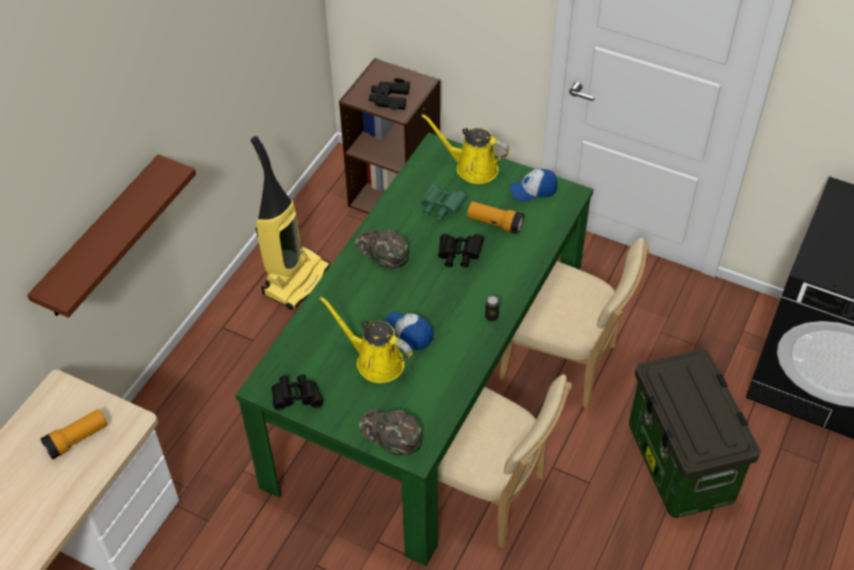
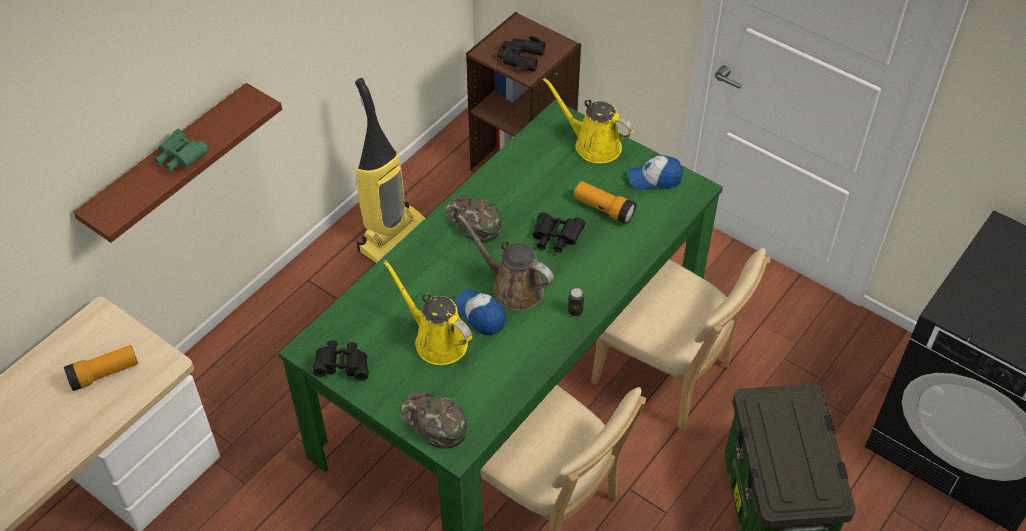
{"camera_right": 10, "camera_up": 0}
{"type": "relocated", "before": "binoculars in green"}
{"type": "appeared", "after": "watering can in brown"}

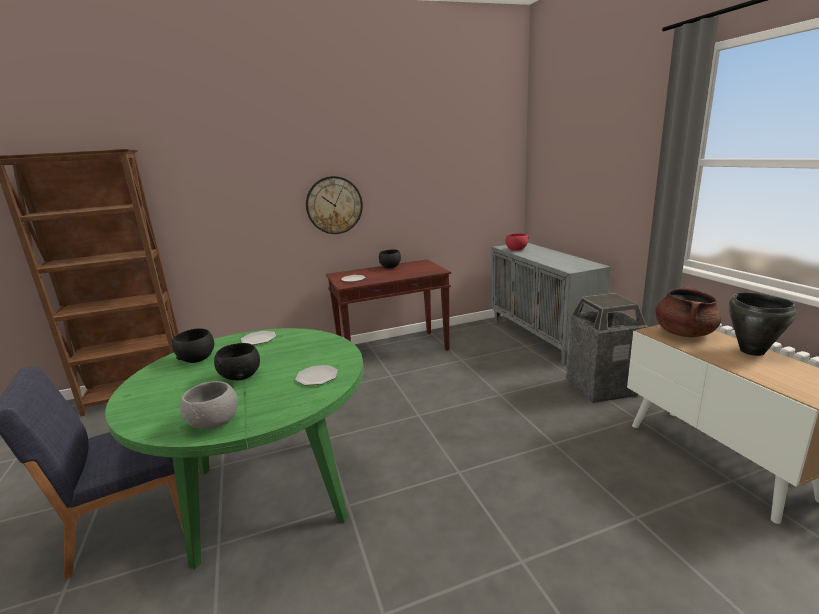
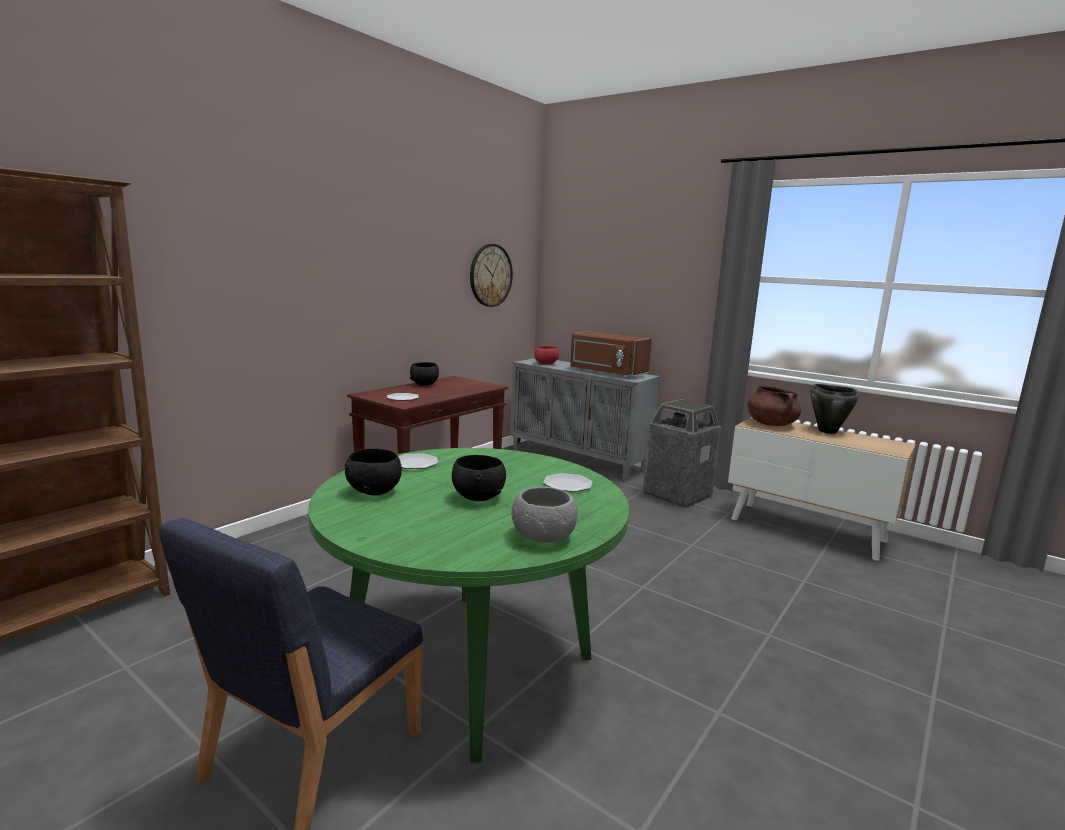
{"camera_right": -35, "camera_up": -5}
{"type": "relocated", "before": "wall clock"}
{"type": "appeared", "after": "microwave in brown"}

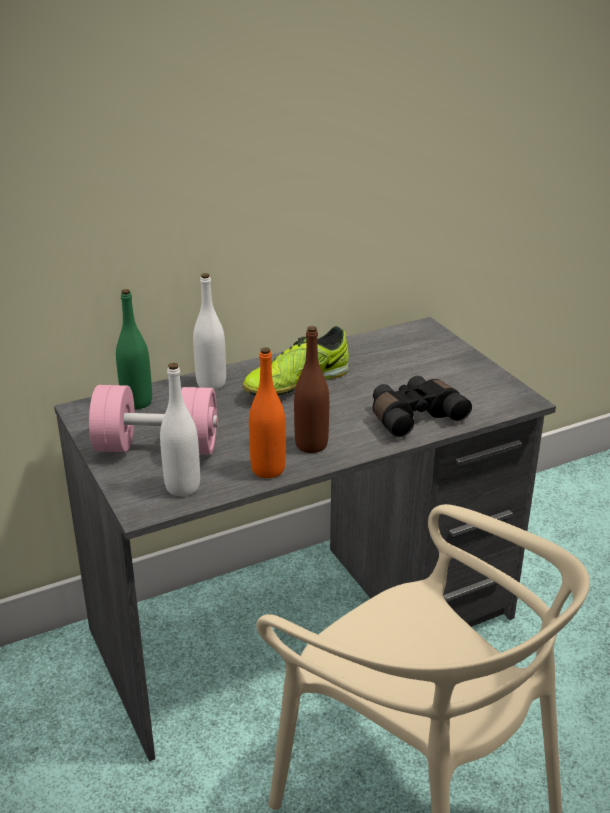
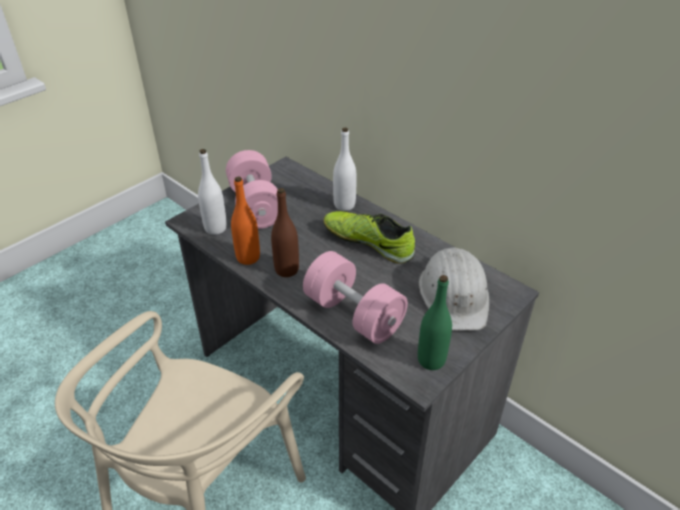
{"camera_right": 70, "camera_up": 10}
{"type": "relocated", "before": "bottle in green"}
{"type": "exchanged", "before": "binoculars in black", "after": "dumbbell in pink (no. 2 from left)"}
{"type": "appeared", "after": "hard hat in white"}

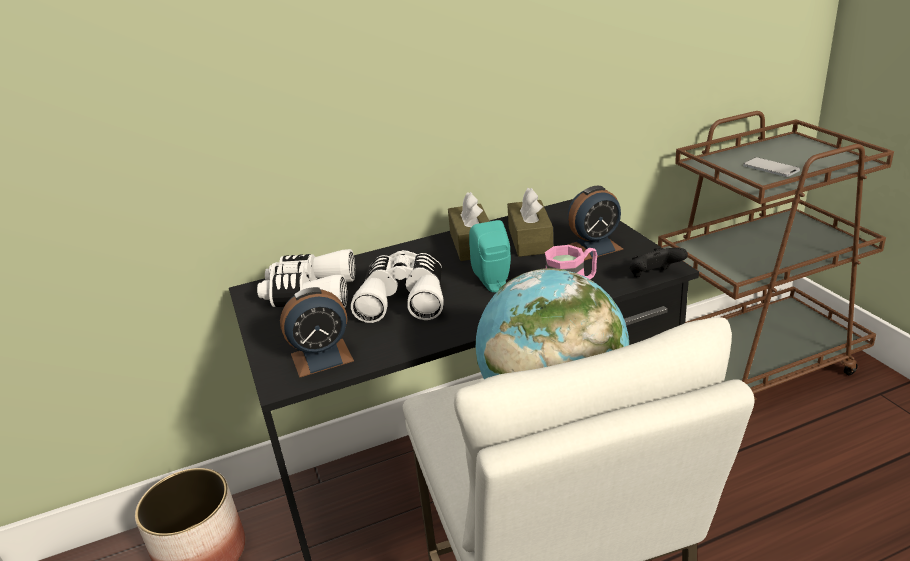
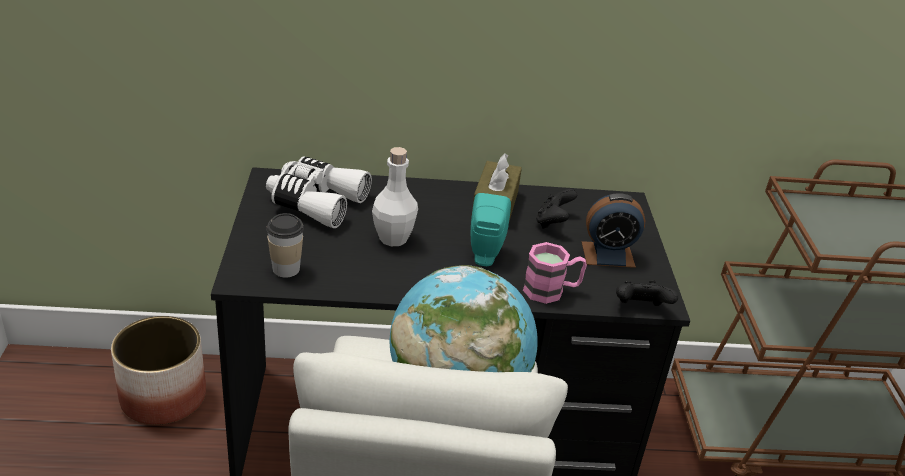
{"camera_right": 15, "camera_up": 5}
{"type": "exchanged", "before": "alarm clock (no. 1 from left)", "after": "cup"}
{"type": "exchanged", "before": "binoculars in white (no. 2 from left)", "after": "bottle in white"}
{"type": "exchanged", "before": "tissue box in brown (no. 2 from left)", "after": "game controller in black (no. 1 from left)"}
{"type": "missing", "before": "phone"}

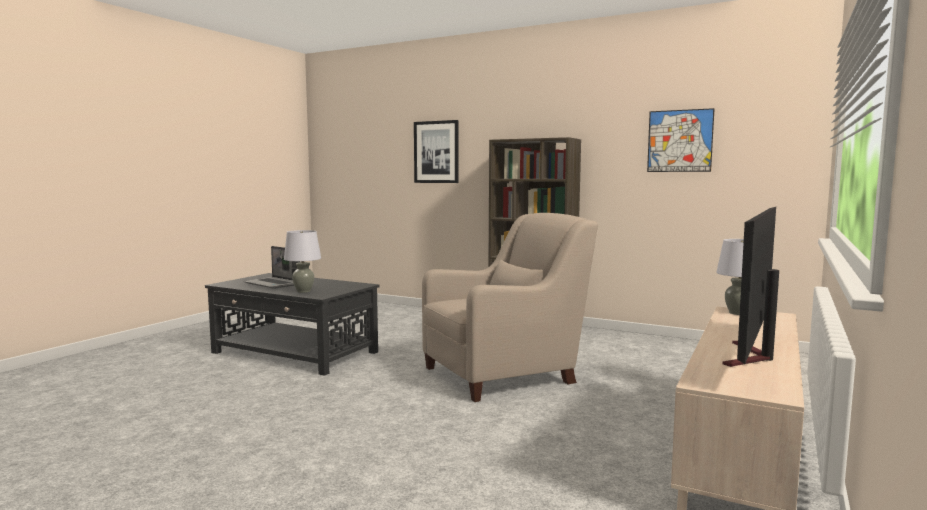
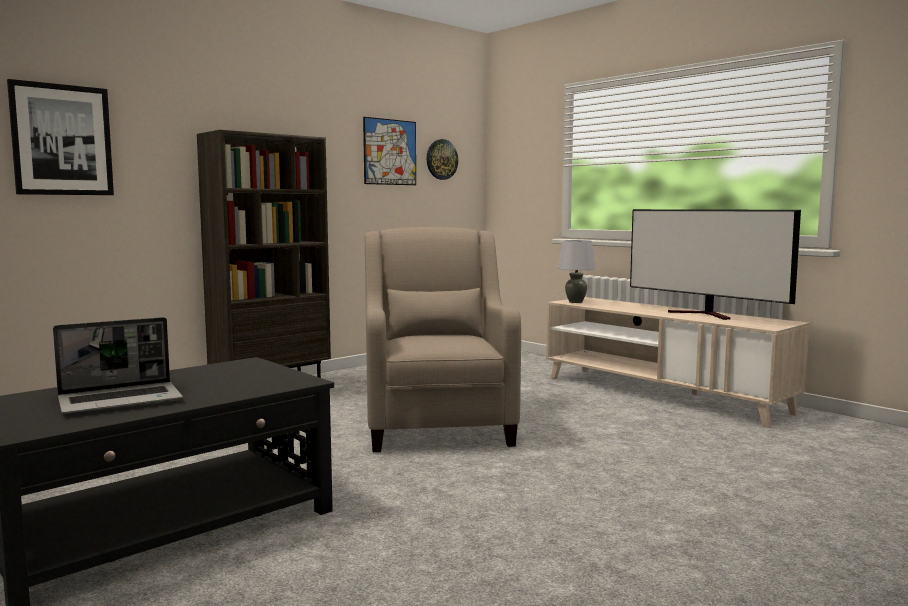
{"camera_right": -70, "camera_up": 0}
{"type": "missing", "before": "table lamp in grey (no. 1 from left)"}
{"type": "appeared", "after": "wall clock"}

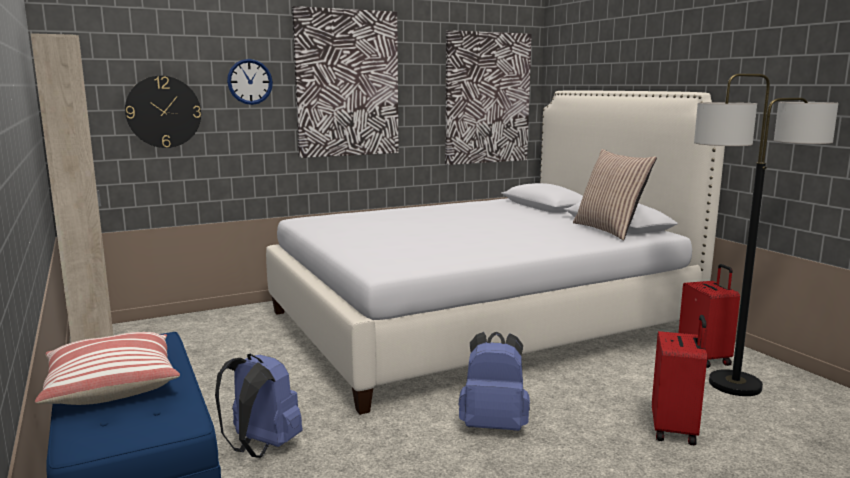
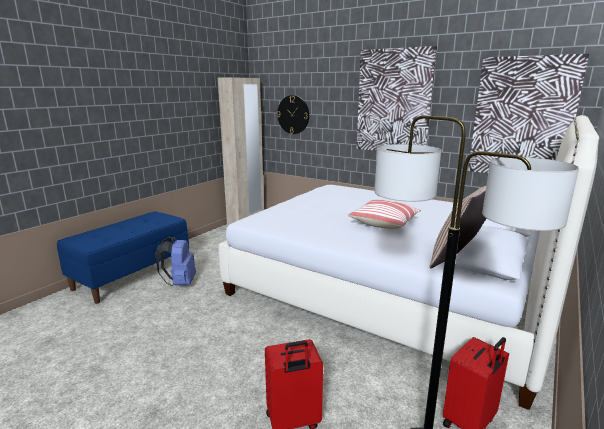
{"camera_right": 60, "camera_up": 5}
{"type": "relocated", "before": "pillow (no. 1 from left)"}
{"type": "missing", "before": "wall clock (no. 2 from left)"}
{"type": "missing", "before": "backpack in blue (no. 2 from left)"}

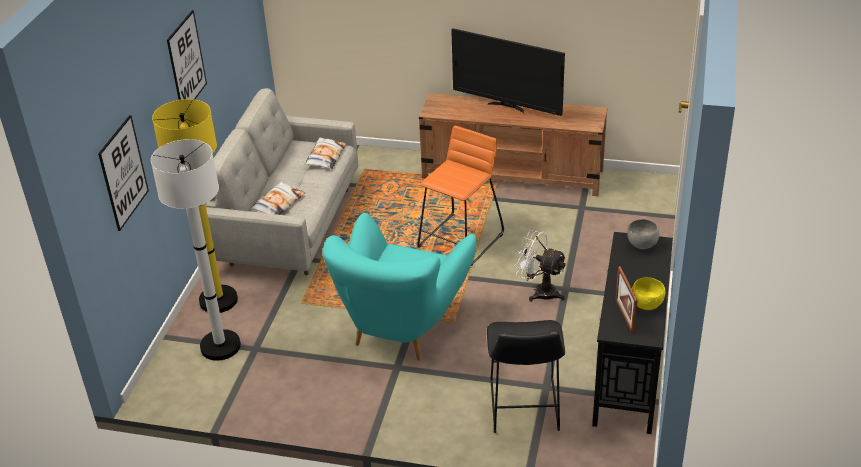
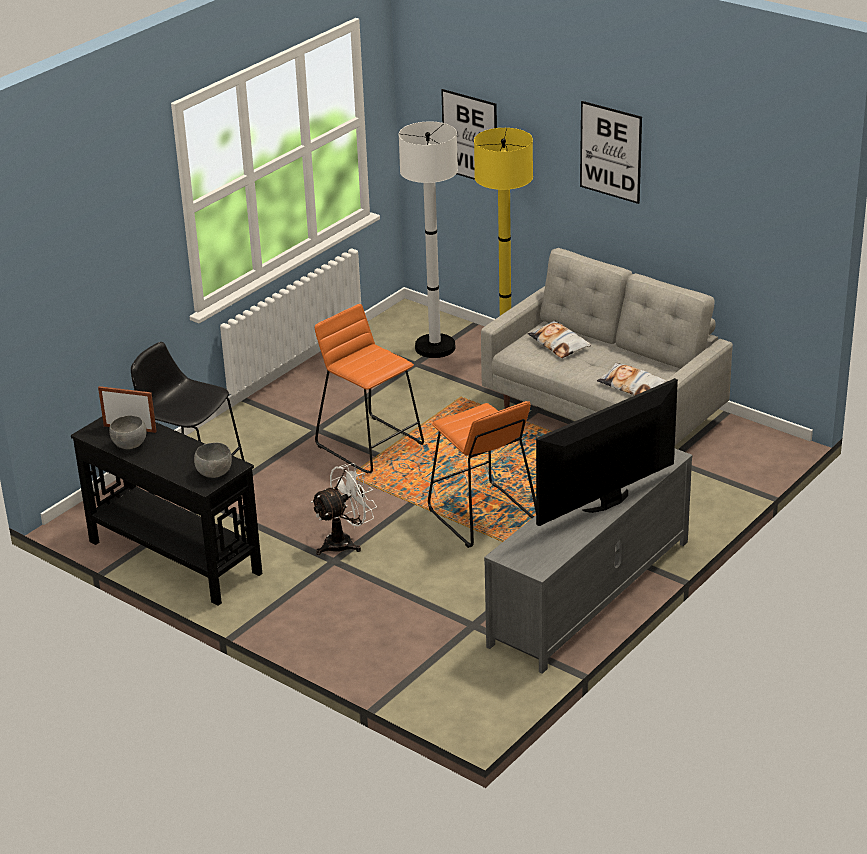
{"camera_right": 115, "camera_up": -5}
{"type": "exchanged", "before": "armchair in turquoise", "after": "stool in orange (no. 1 from left)"}
{"type": "colour", "before": "tv stand in brown", "after": "tv stand in grey"}
{"type": "colour", "before": "bowl in yellow", "after": "bowl in grey (no. 1 from left)"}

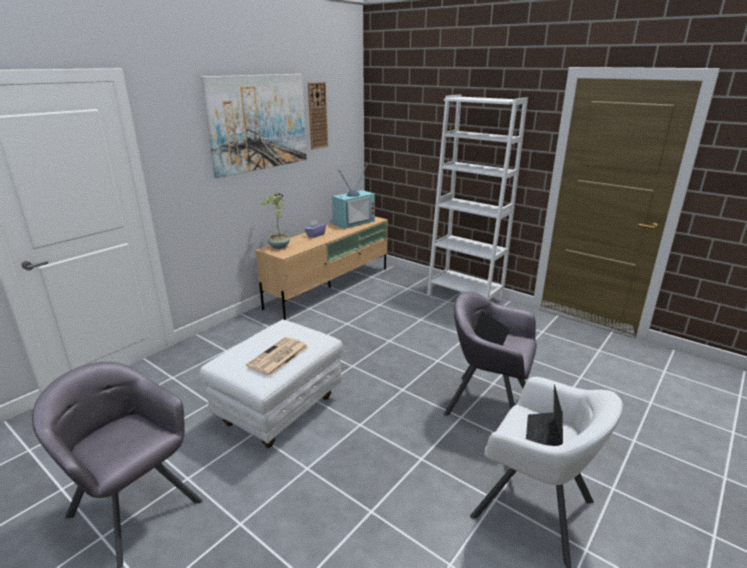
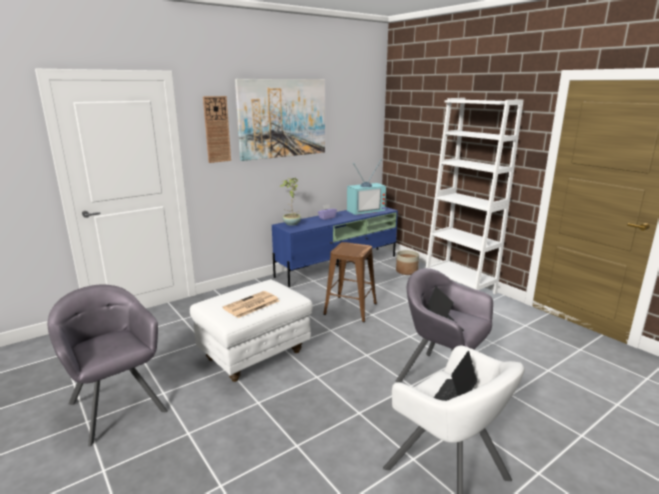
{"camera_right": 15, "camera_up": -5}
{"type": "colour", "before": "tv stand in beige", "after": "tv stand in blue"}
{"type": "relocated", "before": "wall clock"}
{"type": "appeared", "after": "stool in brown"}
{"type": "appeared", "after": "planter"}

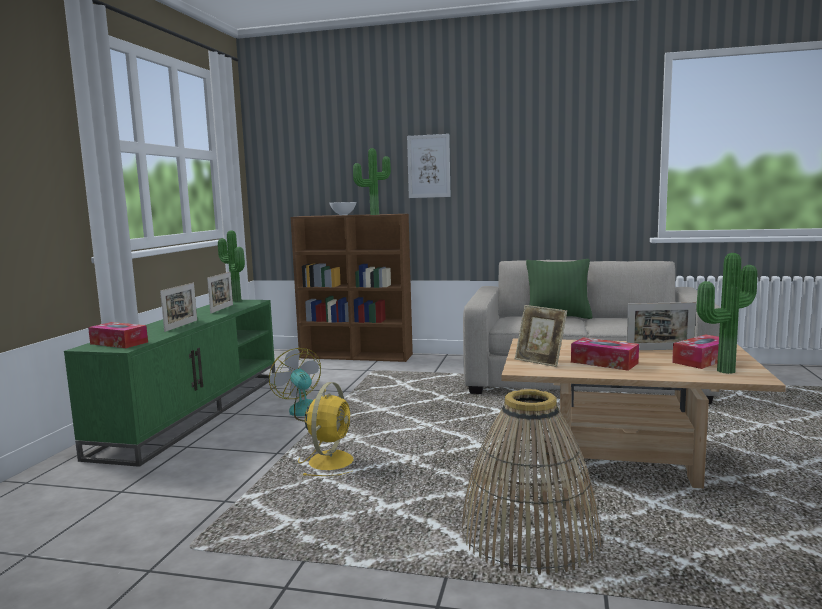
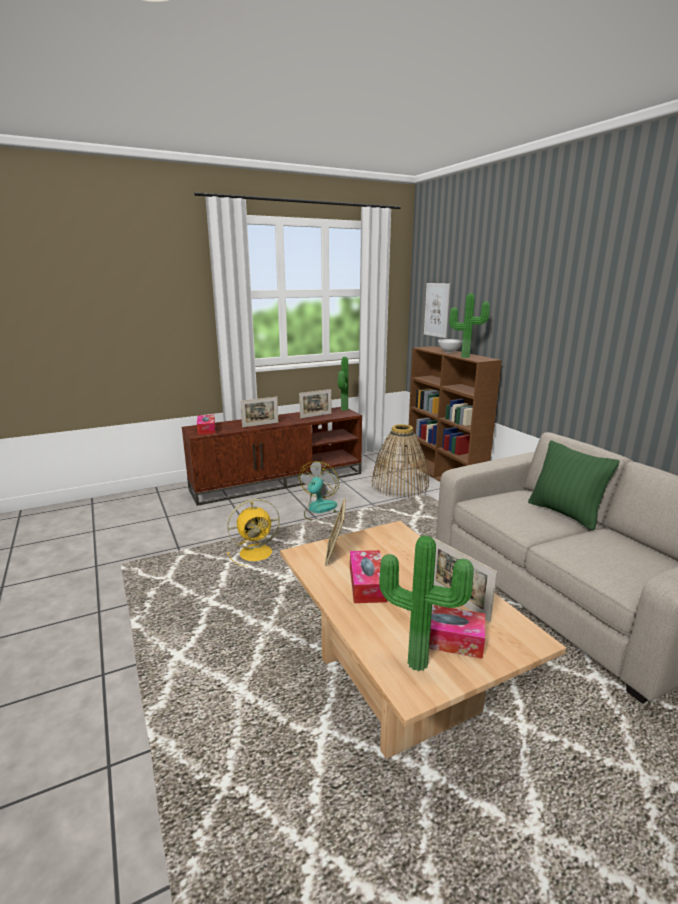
{"camera_right": 50, "camera_up": 10}
{"type": "colour", "before": "tv stand in green", "after": "tv stand in brown"}
{"type": "relocated", "before": "picture"}
{"type": "relocated", "before": "basket"}

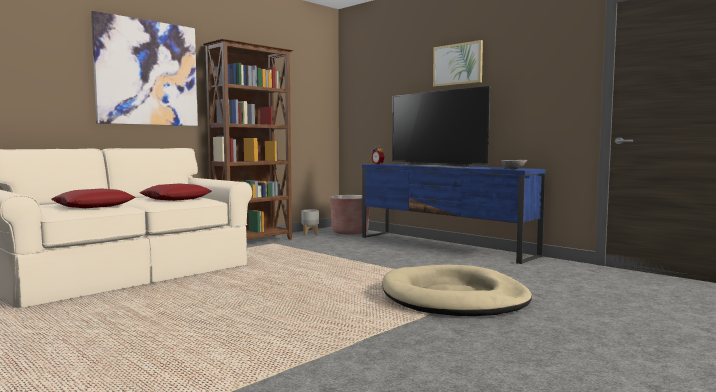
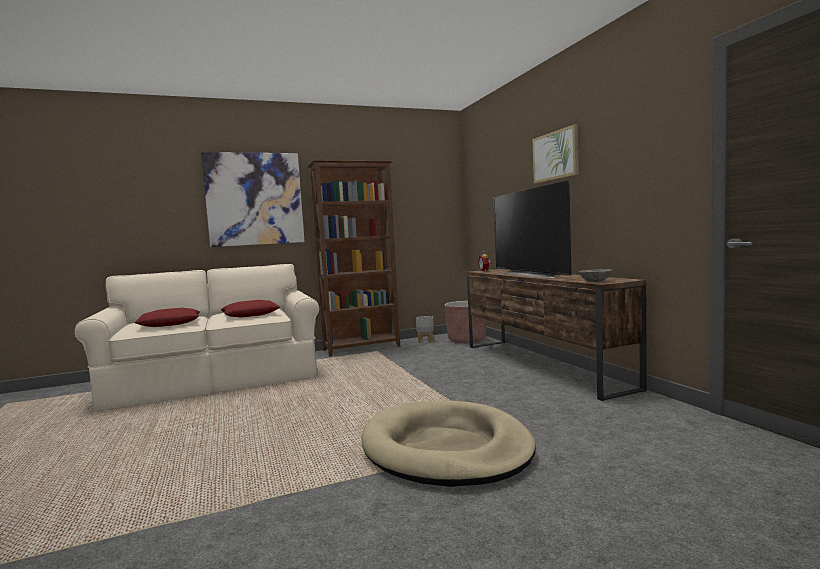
{"camera_right": 25, "camera_up": 0}
{"type": "colour", "before": "tv stand in blue", "after": "tv stand in brown"}

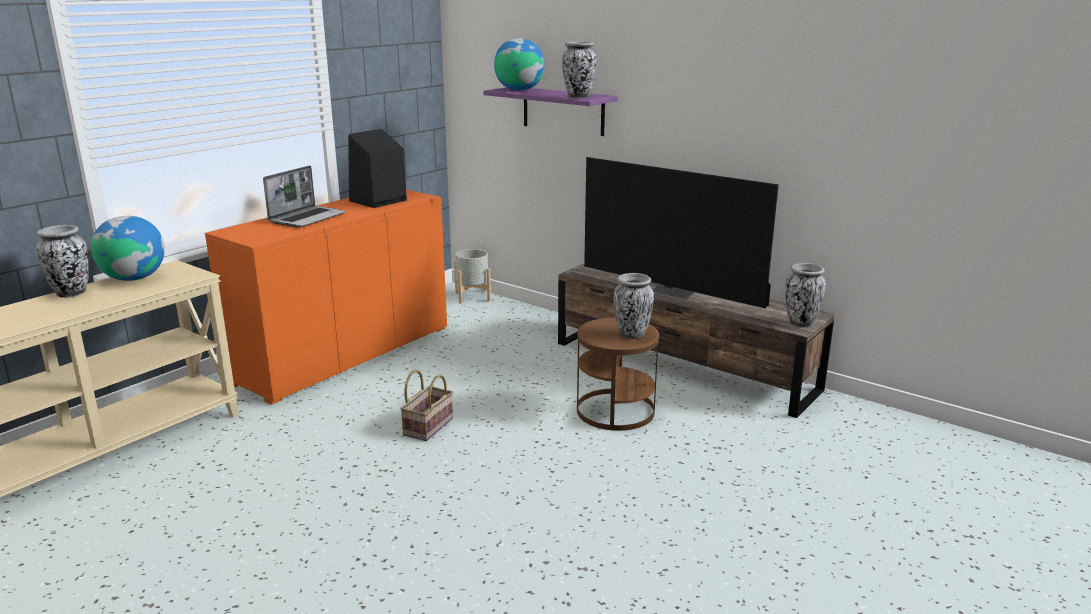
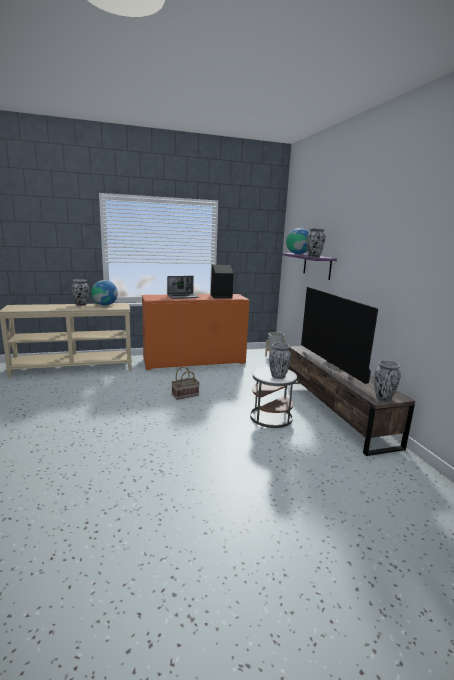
{"camera_right": 35, "camera_up": -5}
{"type": "colour", "before": "side table in brown", "after": "side table in white"}

